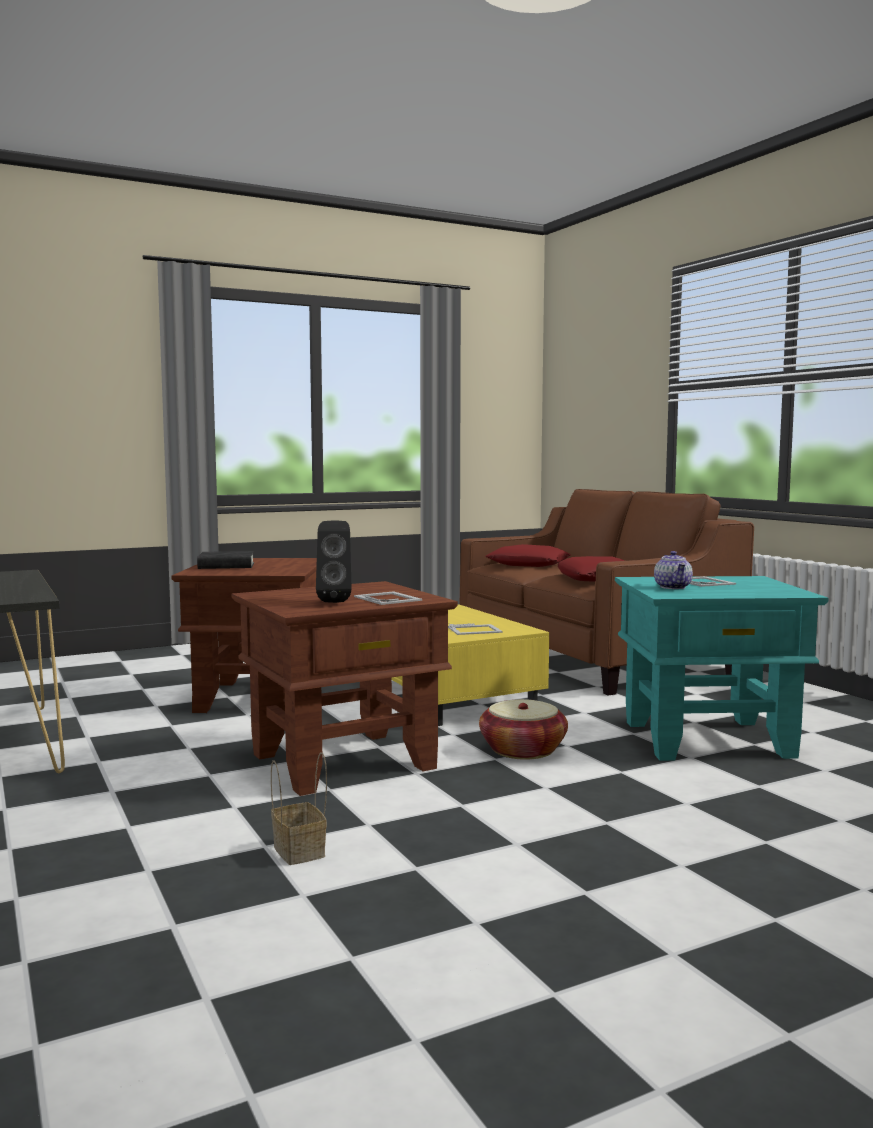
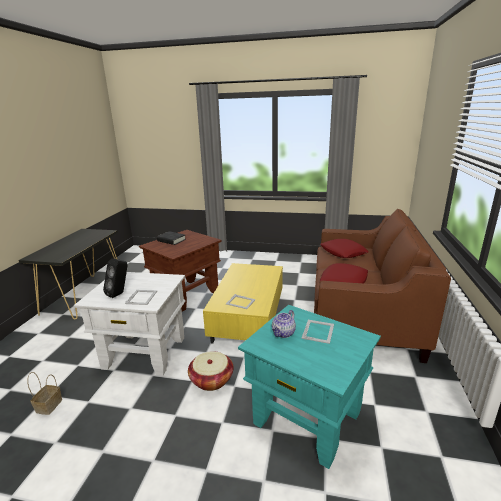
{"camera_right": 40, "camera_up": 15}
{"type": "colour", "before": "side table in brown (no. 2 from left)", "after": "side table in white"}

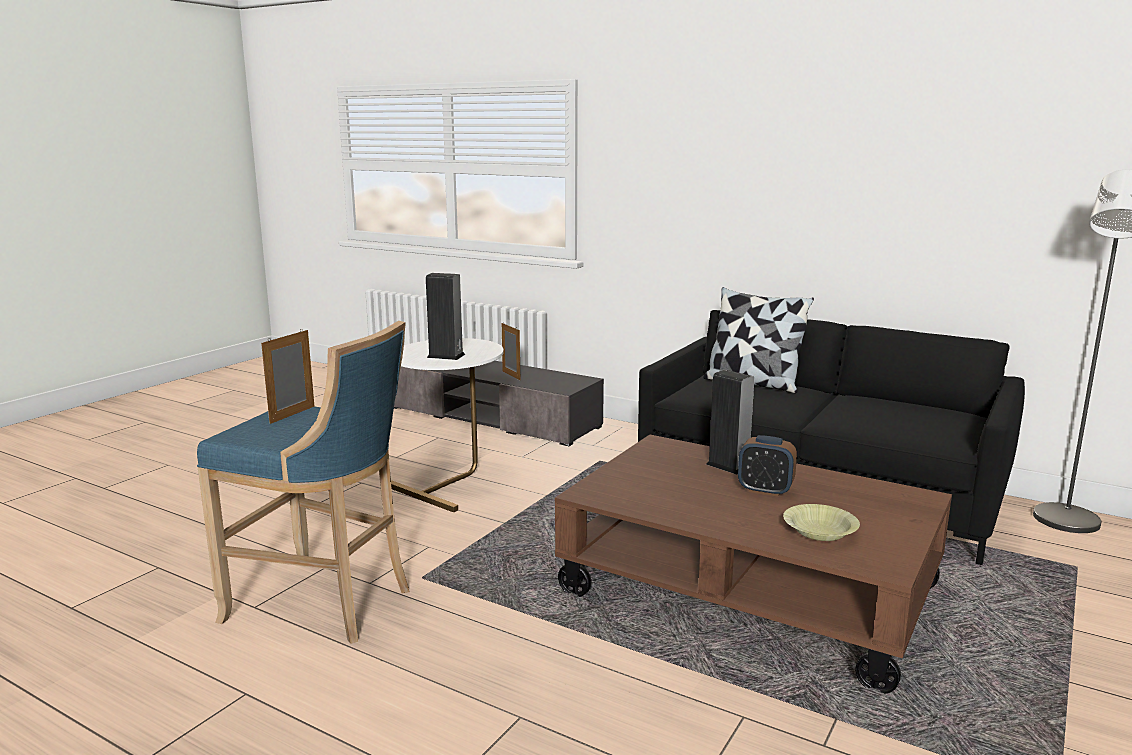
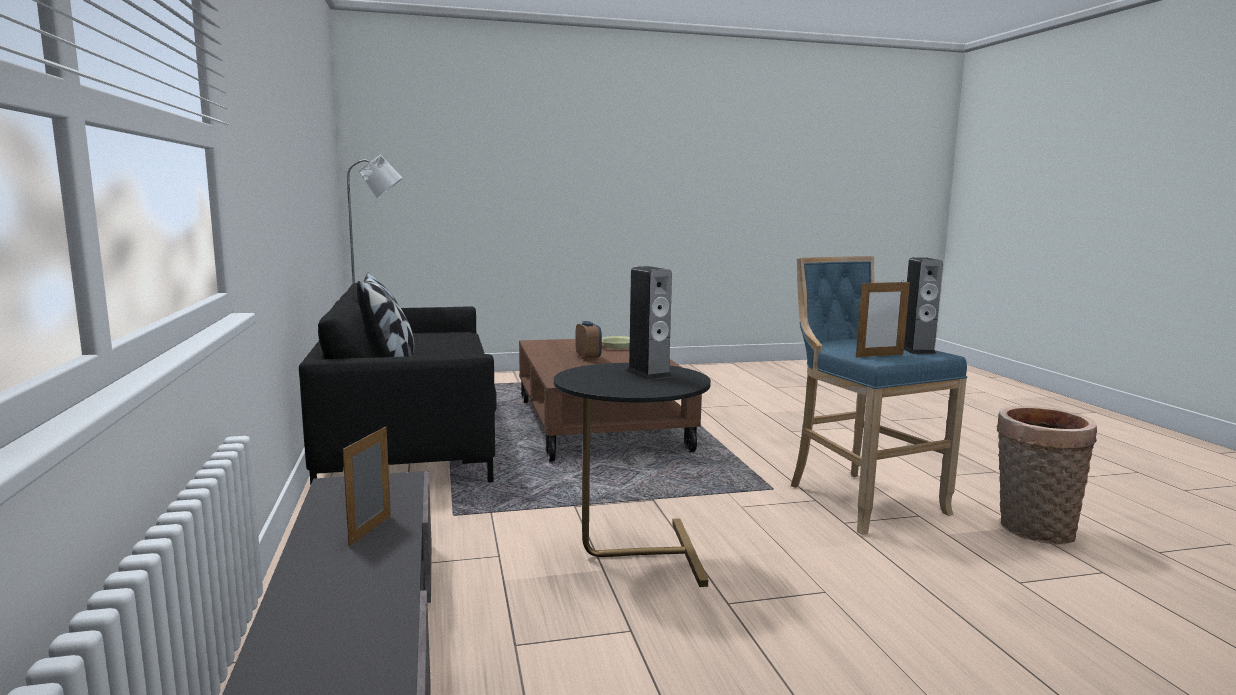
{"camera_right": -135, "camera_up": -5}
{"type": "colour", "before": "side table in white", "after": "side table in black"}
{"type": "relocated", "before": "speaker (no. 2 from left)"}
{"type": "appeared", "after": "basket"}

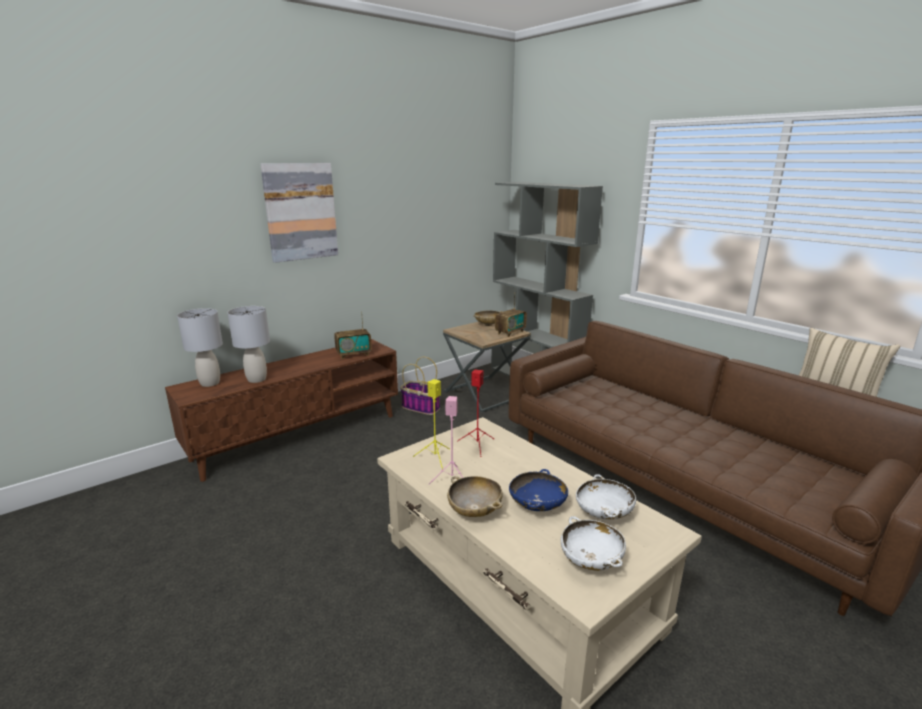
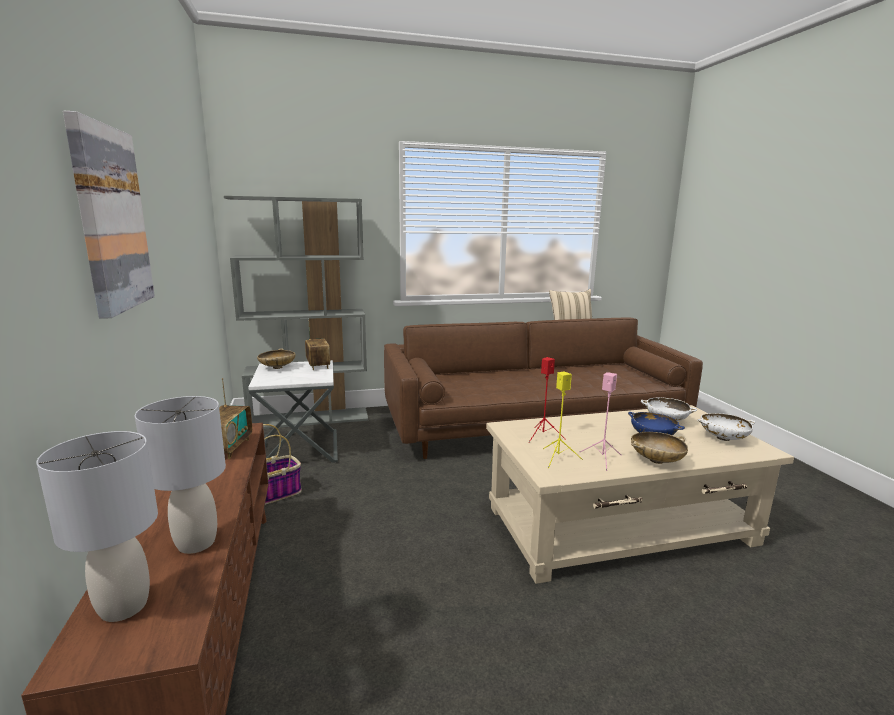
{"camera_right": -65, "camera_up": -5}
{"type": "colour", "before": "side table in brown", "after": "side table in white"}

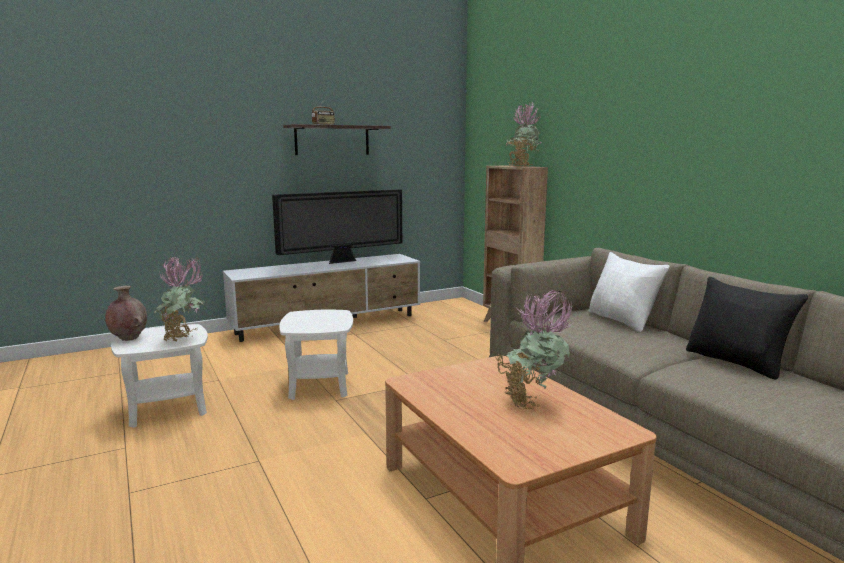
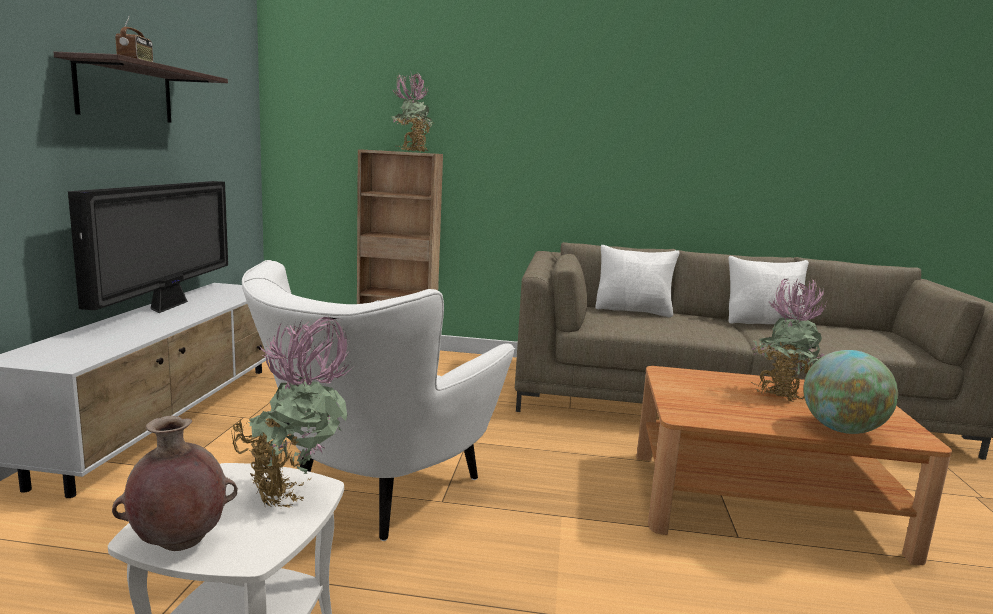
{"camera_right": -55, "camera_up": 0}
{"type": "exchanged", "before": "side table in white (no. 2 from left)", "after": "armchair in white"}
{"type": "colour", "before": "pillow in black", "after": "pillow in white (no. 2 from left)"}
{"type": "appeared", "after": "globe"}

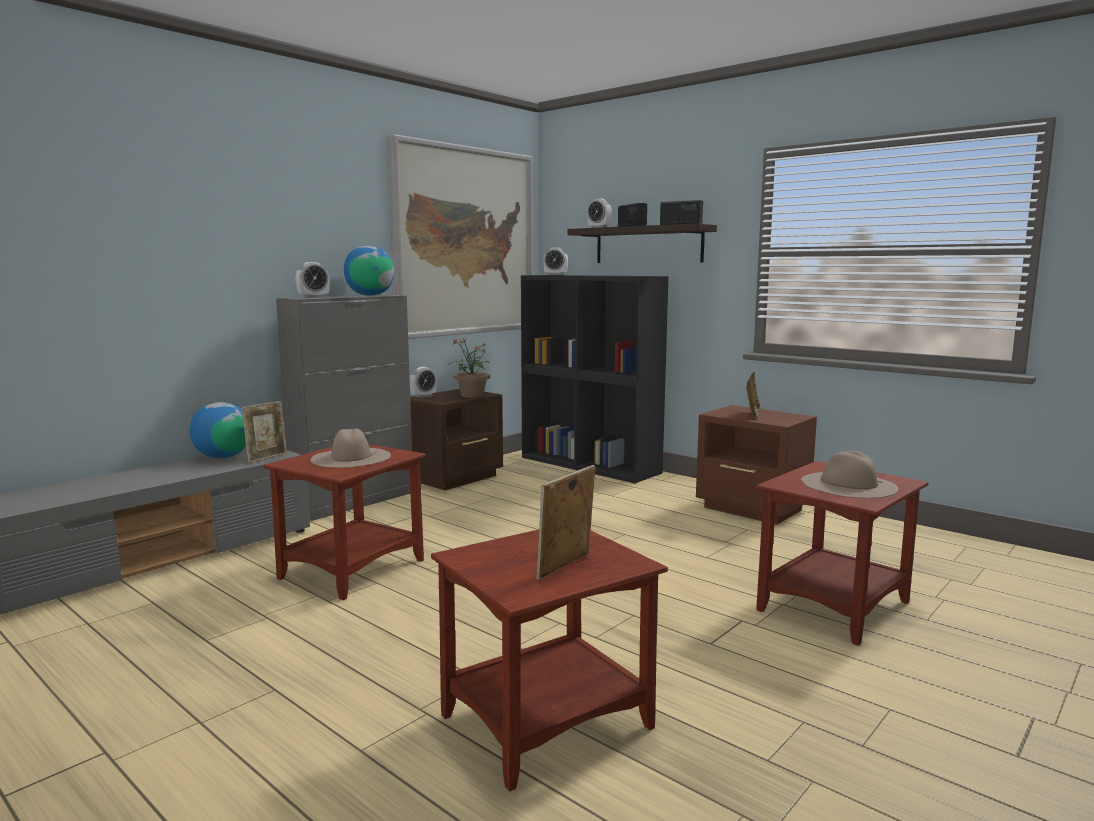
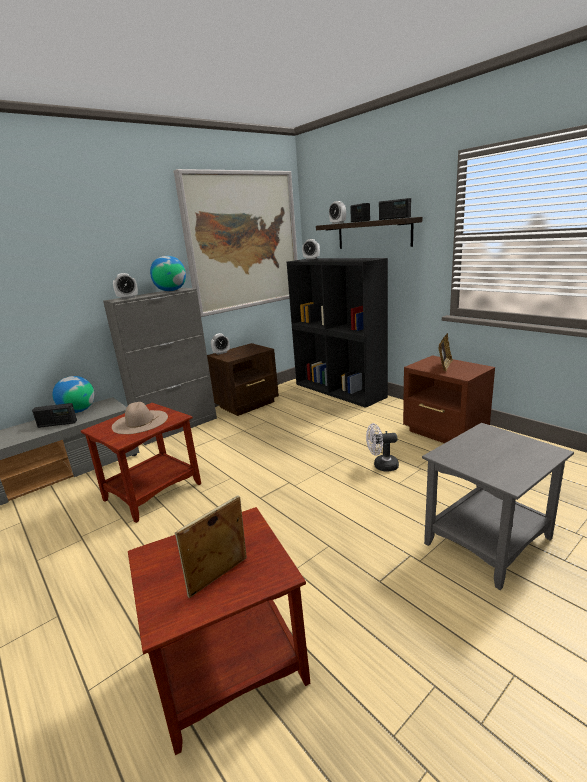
{"camera_right": 10, "camera_up": 10}
{"type": "missing", "before": "picture frame (no. 1 from left)"}
{"type": "missing", "before": "potted plant"}
{"type": "colour", "before": "side table in brown (no. 3 from left)", "after": "side table in grey"}
{"type": "missing", "before": "hat in beige (no. 2 from left)"}
{"type": "appeared", "after": "radio (no. 1 from left)"}
{"type": "appeared", "after": "fan in white"}

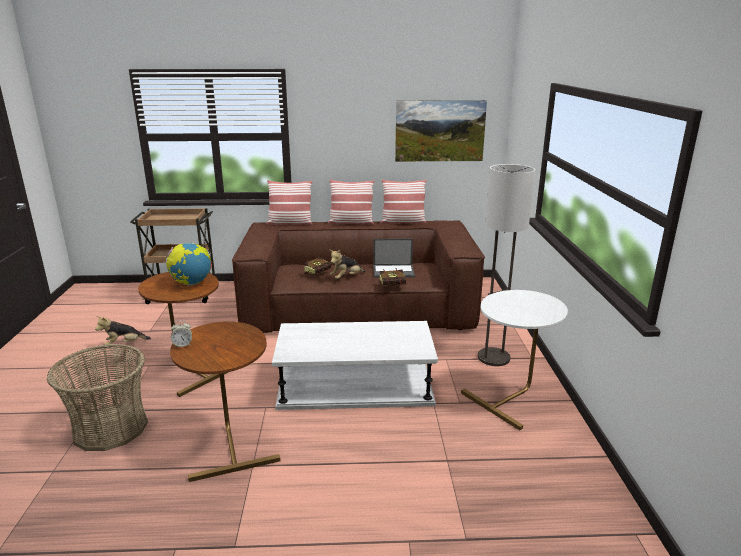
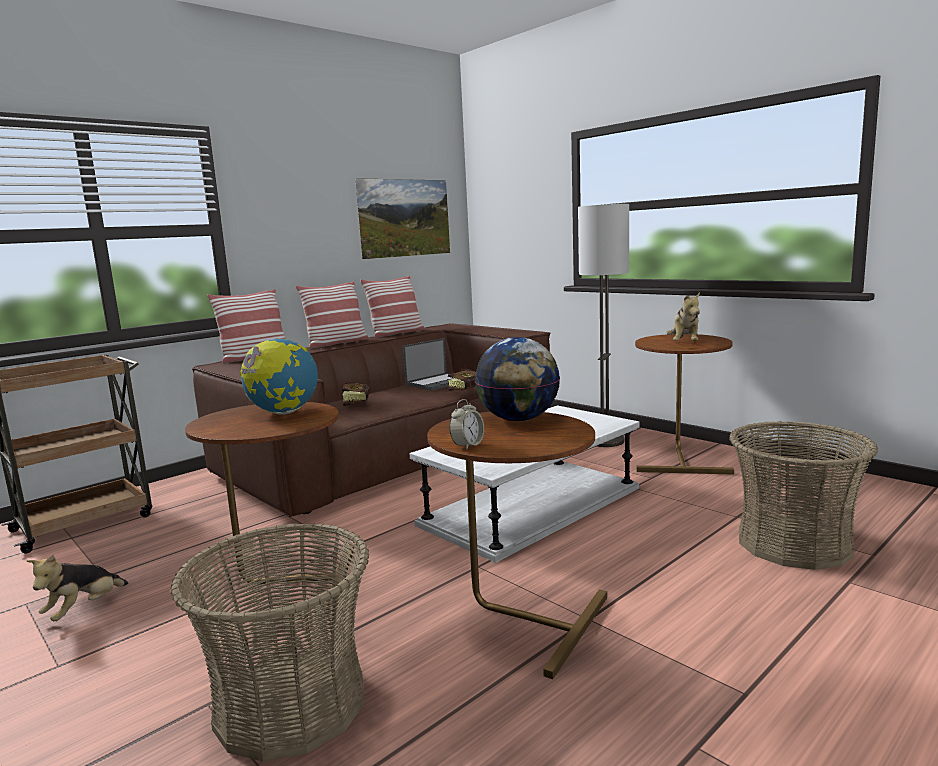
{"camera_right": -40, "camera_up": -10}
{"type": "relocated", "before": "plush toy (no. 2 from left)"}
{"type": "colour", "before": "side table in white", "after": "side table in brown (no. 3 from left)"}
{"type": "appeared", "after": "globe (no. 2 from left)"}
{"type": "appeared", "after": "basket (no. 2 from left)"}

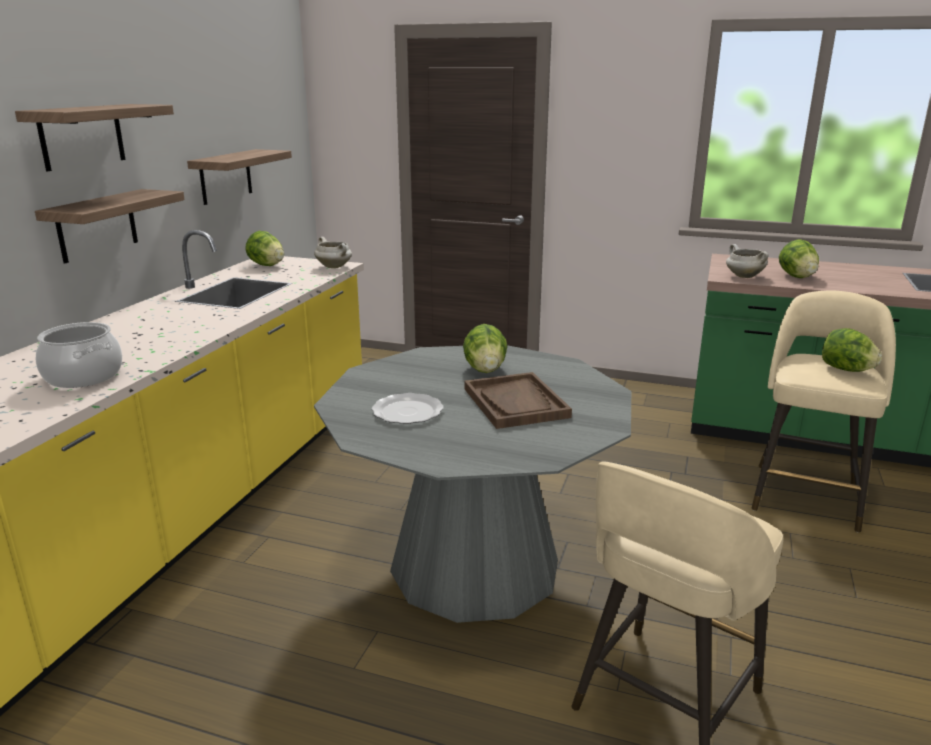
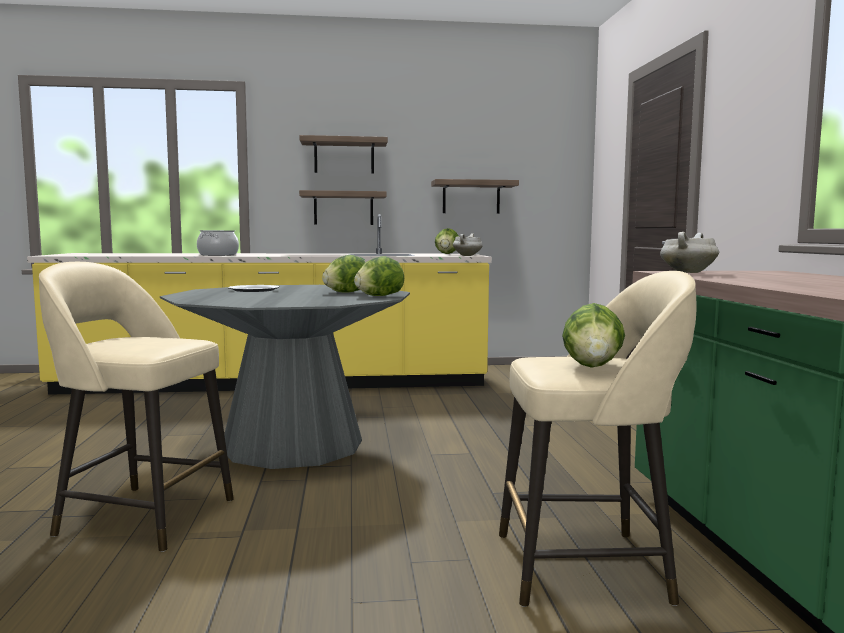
{"camera_right": 65, "camera_up": -15}
{"type": "missing", "before": "tray in brown"}
{"type": "relocated", "before": "lettuce (no. 3 from left in the first image)", "after": "lettuce (no. 2 from left)"}

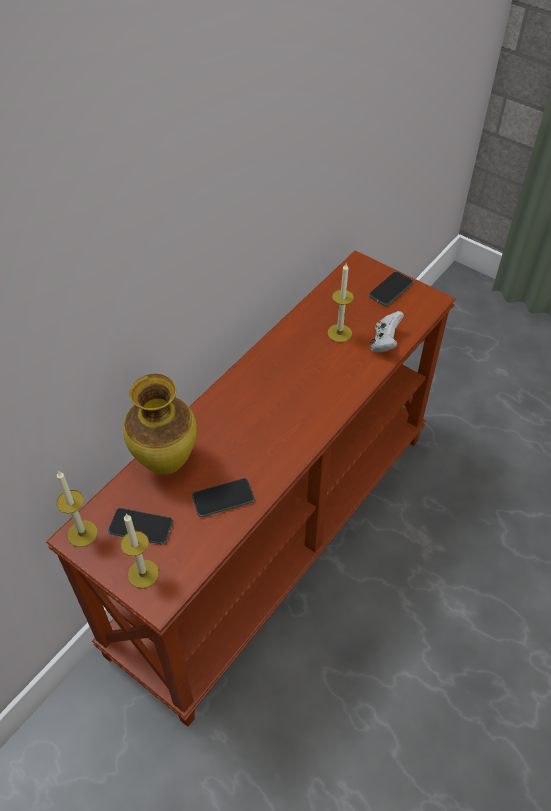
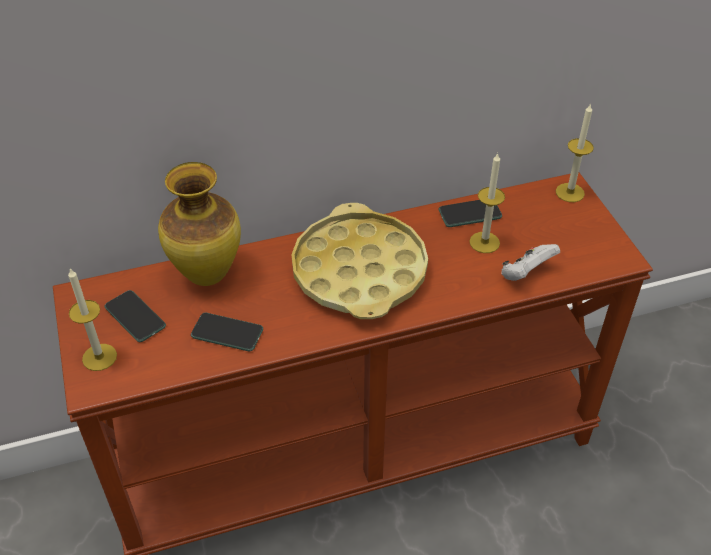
{"camera_right": 35, "camera_up": -5}
{"type": "relocated", "before": "candle (no. 1 from left in the first image)", "after": "candle (no. 3 from left)"}
{"type": "relocated", "before": "phone (no. 3 from left)"}
{"type": "appeared", "after": "tray in yellow"}

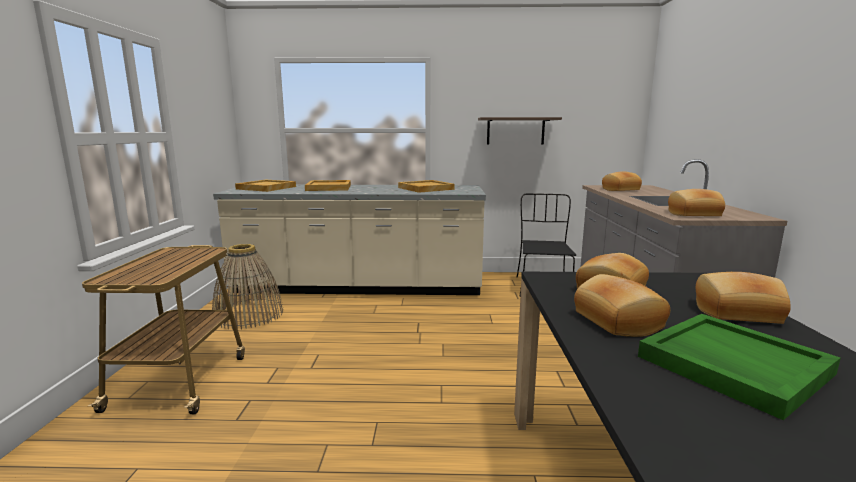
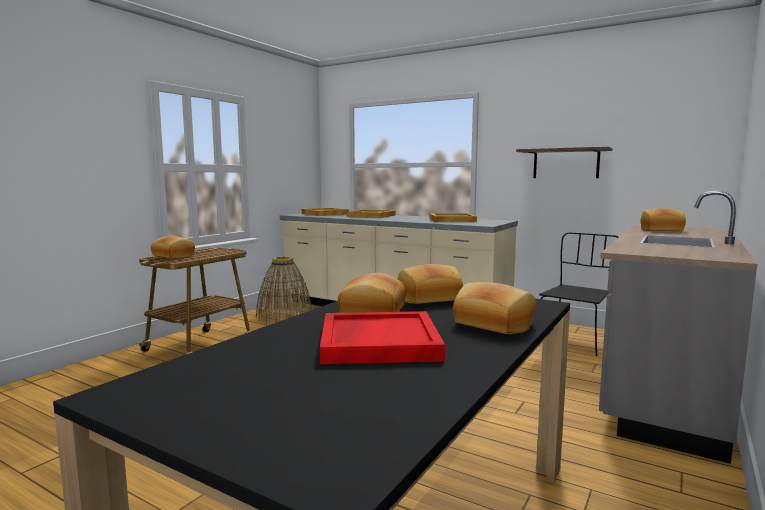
{"camera_right": 30, "camera_up": -5}
{"type": "colour", "before": "tray in green", "after": "tray in red"}
{"type": "relocated", "before": "bread (no. 4 from left in the first image)", "after": "bread (no. 1 from left)"}

